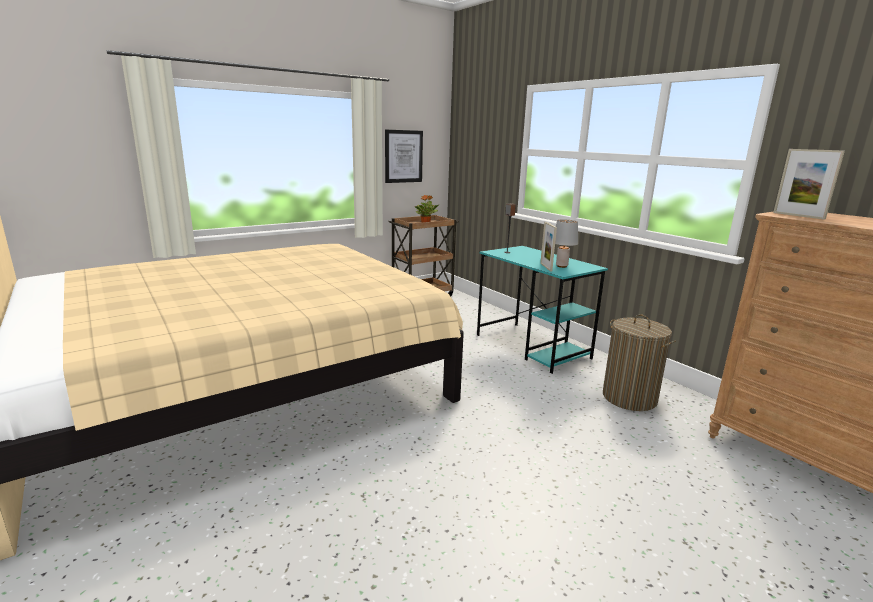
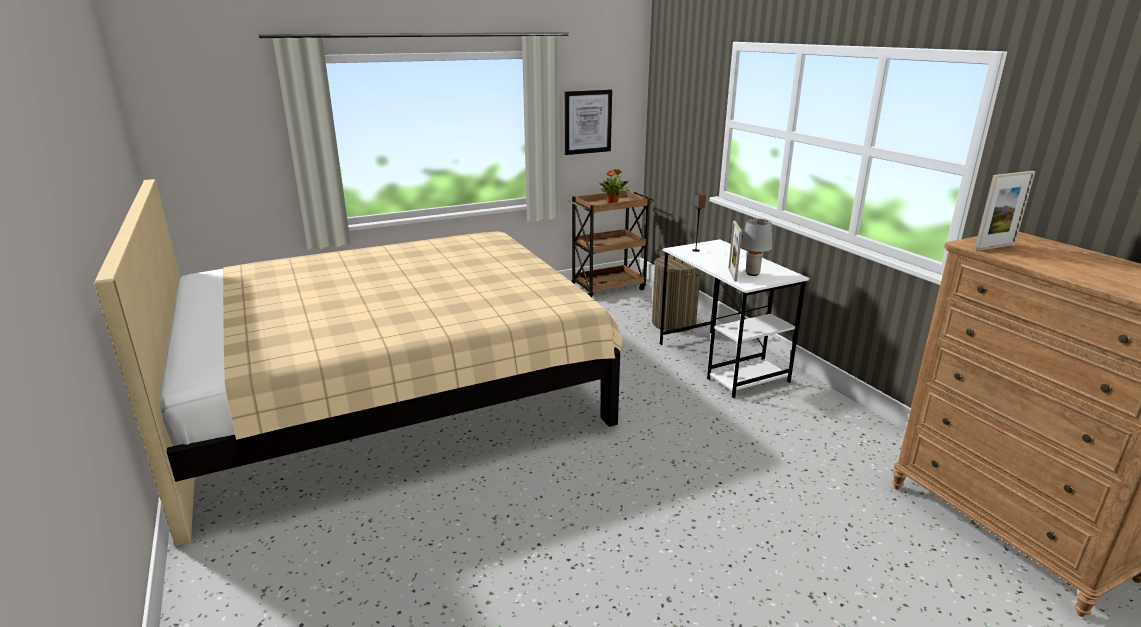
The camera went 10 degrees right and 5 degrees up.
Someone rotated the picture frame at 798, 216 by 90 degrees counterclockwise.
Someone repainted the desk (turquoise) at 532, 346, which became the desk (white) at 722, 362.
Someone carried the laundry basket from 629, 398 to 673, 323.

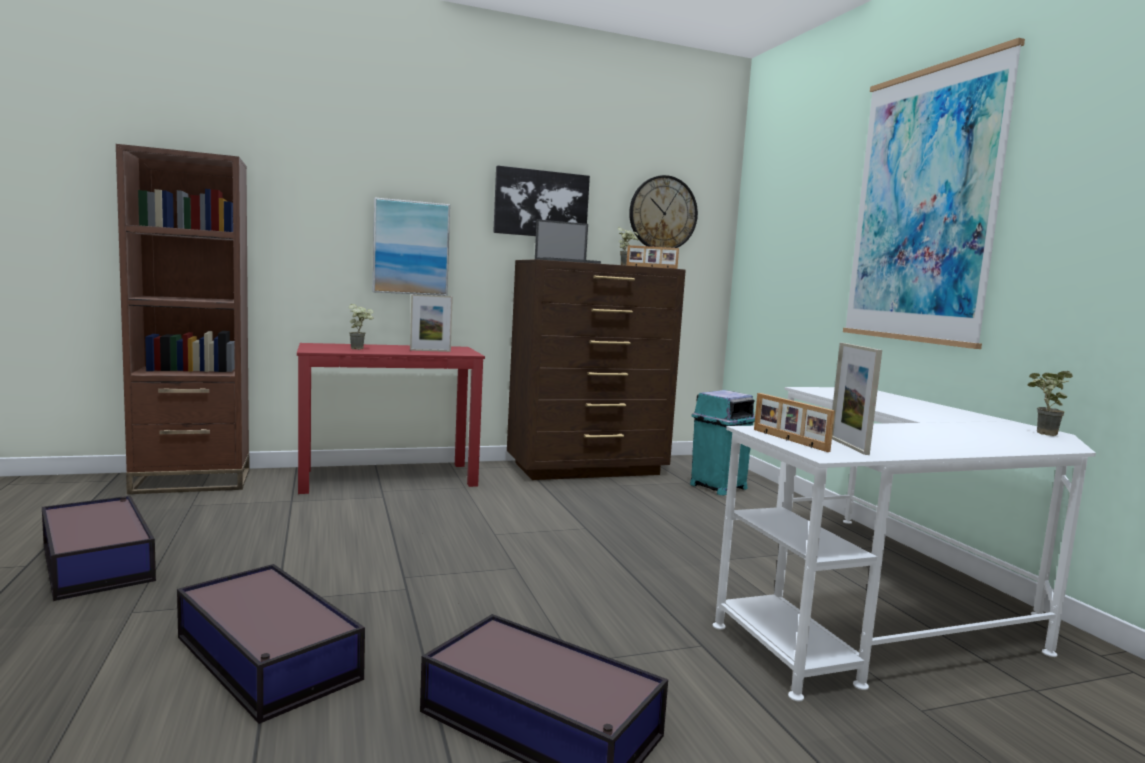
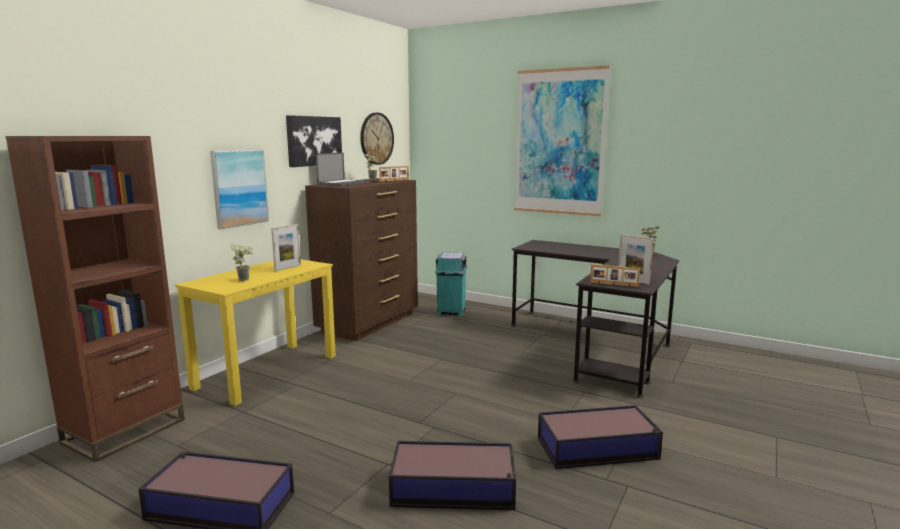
The camera went 40 degrees left and 5 degrees up.
Someone repainted the desk (red) at 389, 477, which became the desk (yellow) at 267, 371.
Someone repainted the desk (white) at 885, 597, which became the desk (black) at 598, 344.

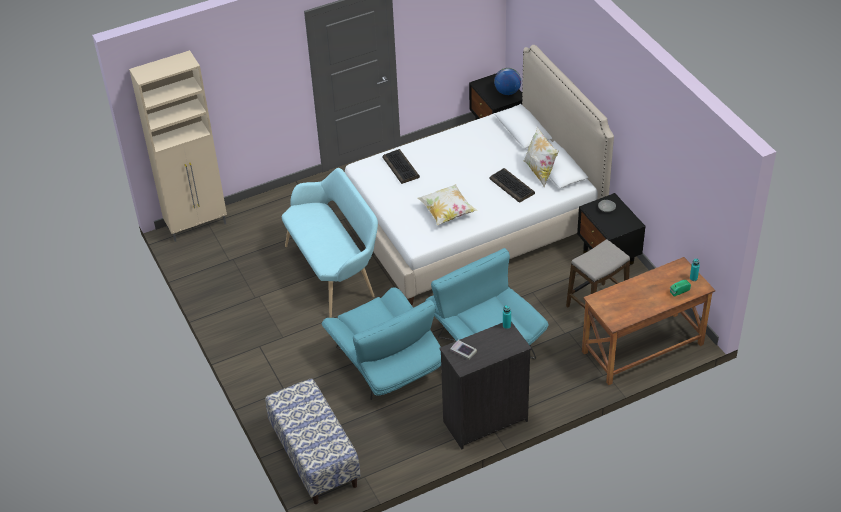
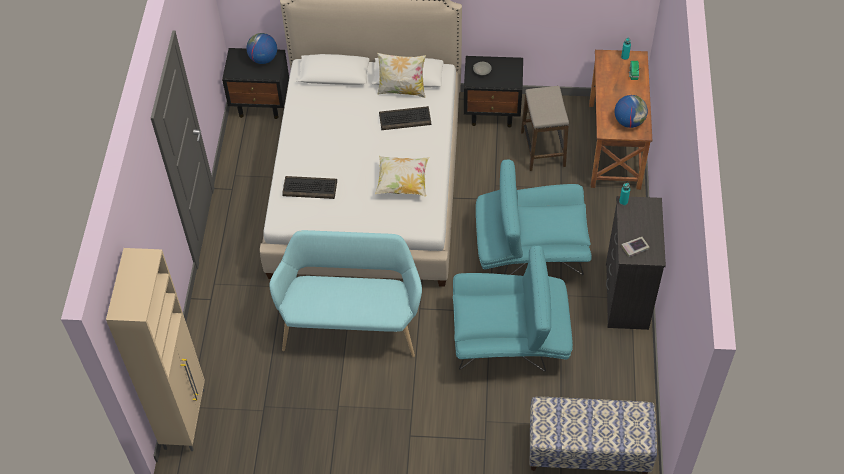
The camera went 60 degrees left and 10 degrees up.
Someone put down the globe at 629, 121.

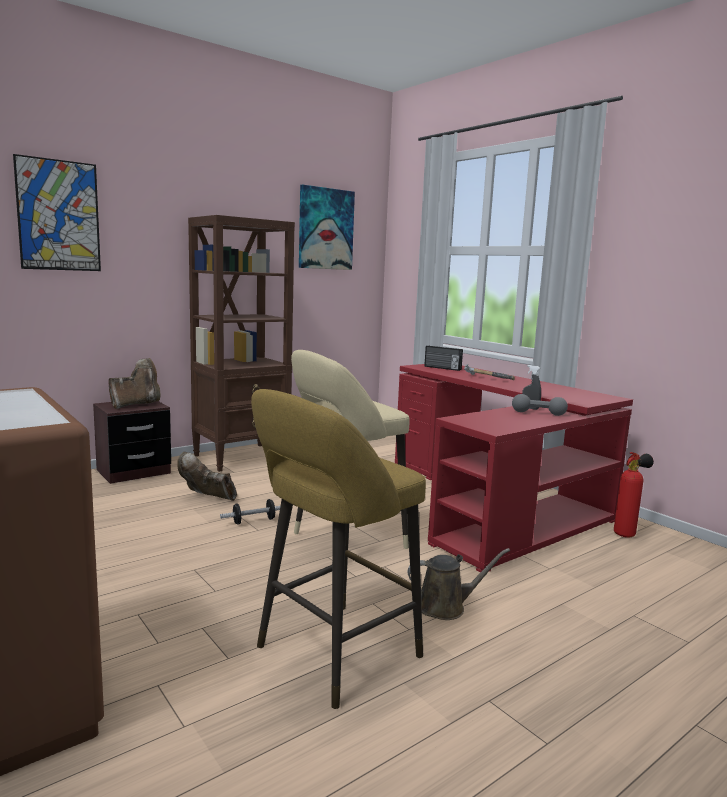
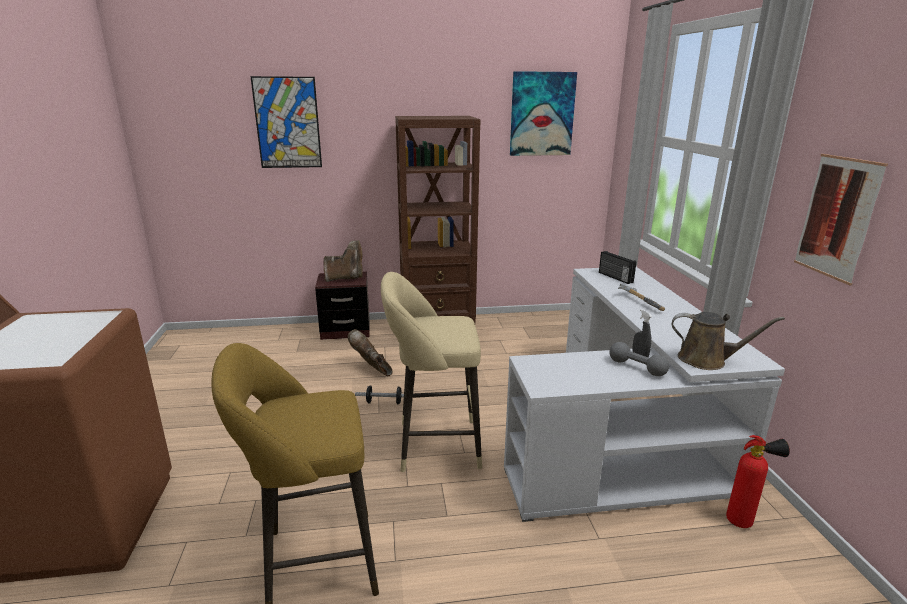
The camera went 30 degrees right and 10 degrees up.
Someone repainted the desk (red) at 495, 503, which became the desk (white) at 624, 436.
Someone carried the watering can (brown) from 445, 606 to 707, 360.
Someone put up the picture at 837, 217.

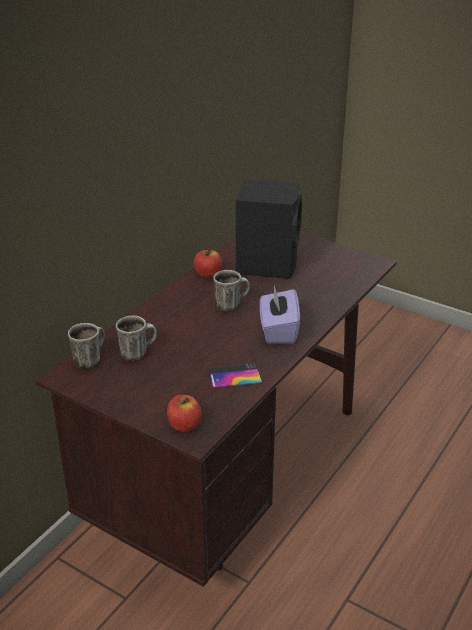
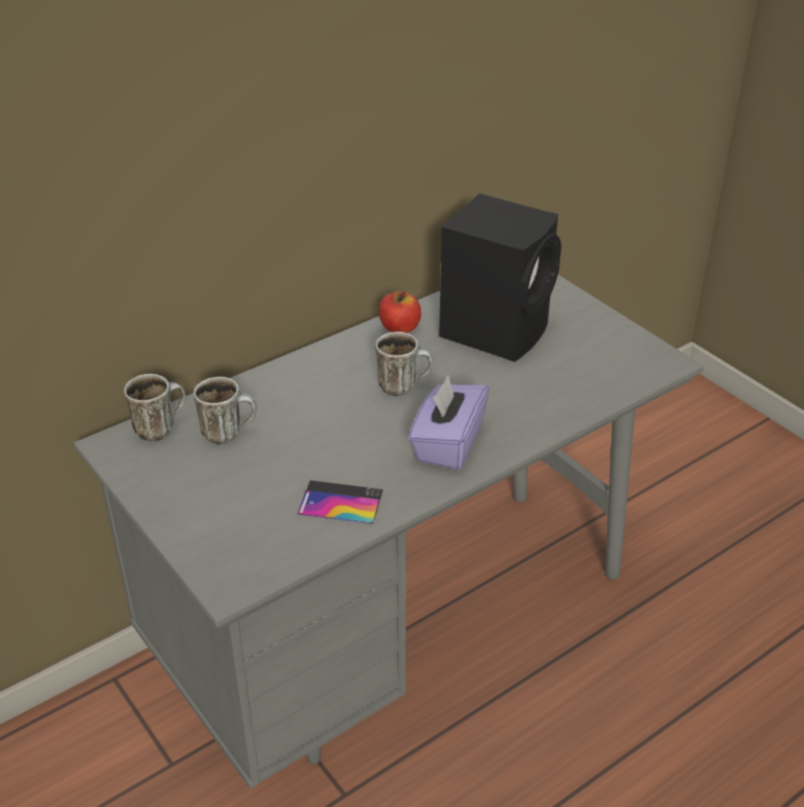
The camera went 20 degrees right and 5 degrees up.
Someone repainted the desk (brown) at 235, 475, which became the desk (grey) at 401, 627.
Someone took away the apple at 184, 425.

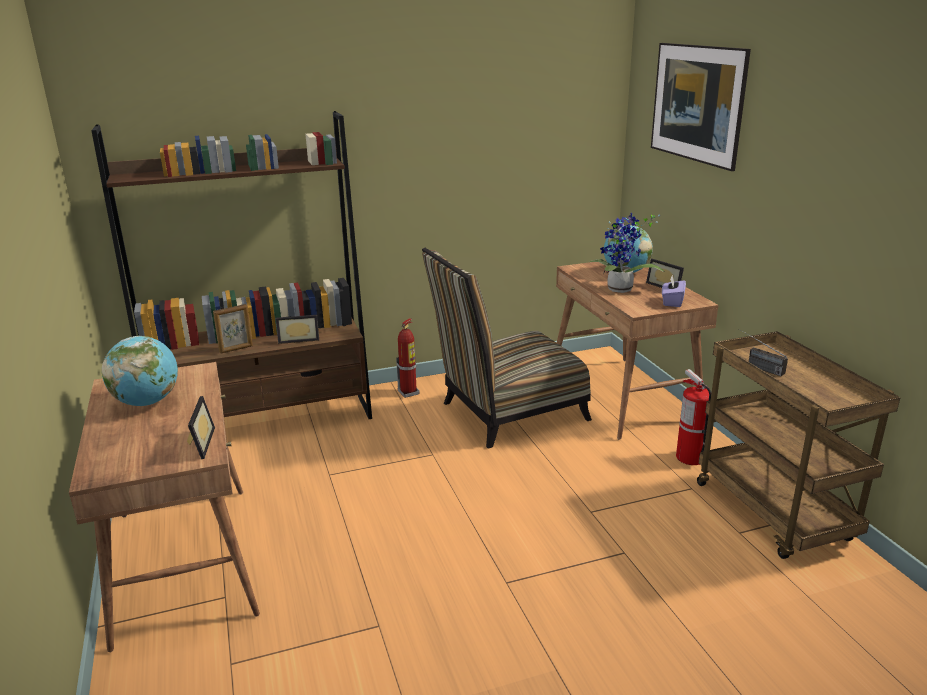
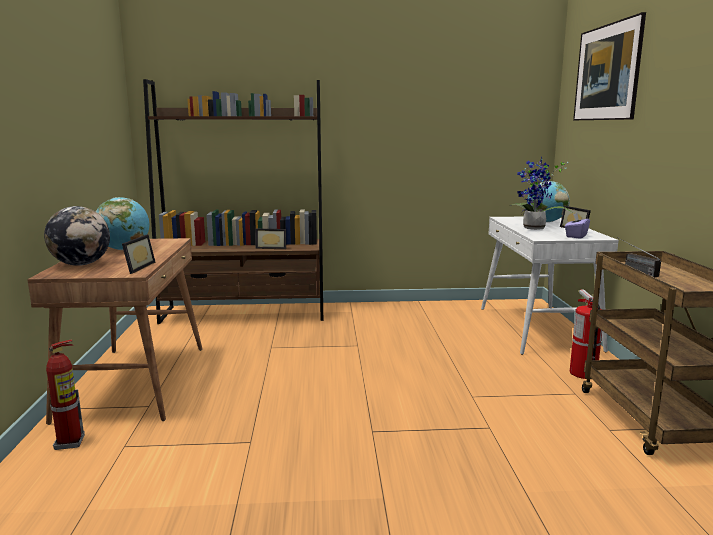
The camera went 15 degrees right and 10 degrees down.
Someone took away the chair at 506, 413.
Someone repainted the desk (brown) at 623, 396, which became the desk (white) at 538, 329.
Someone took away the picture frame at 236, 349.
Someone carried the fire extinguisher from 409, 392 to 70, 442.
Someone put down the globe at 81, 264.

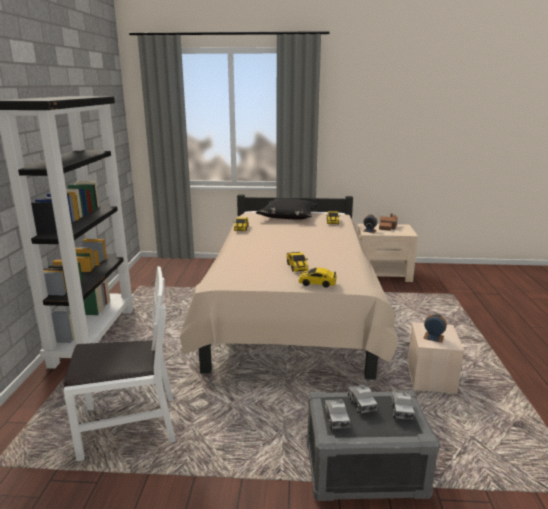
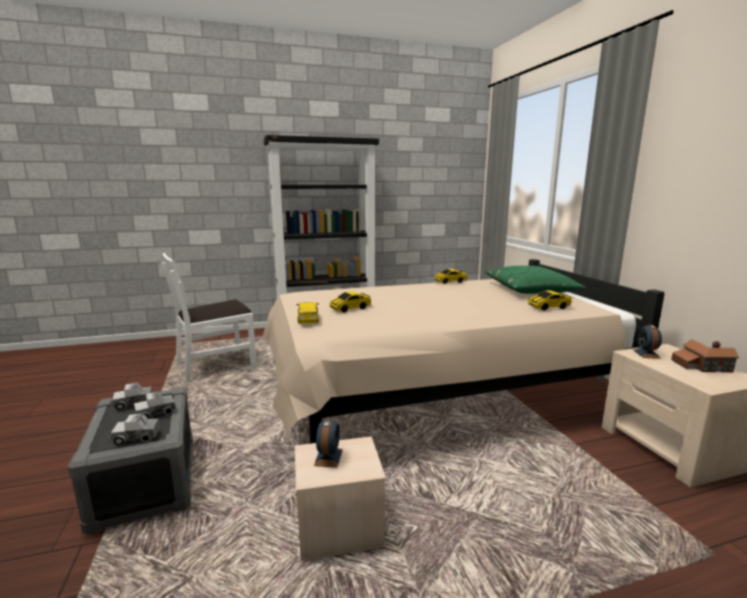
The camera went 70 degrees right and 5 degrees down.
Someone repainted the pillow (black) at 288, 216, which became the pillow (green) at 530, 290.
Someone rotated the chair (white) at 128, 426 by 90 degrees clockwise.

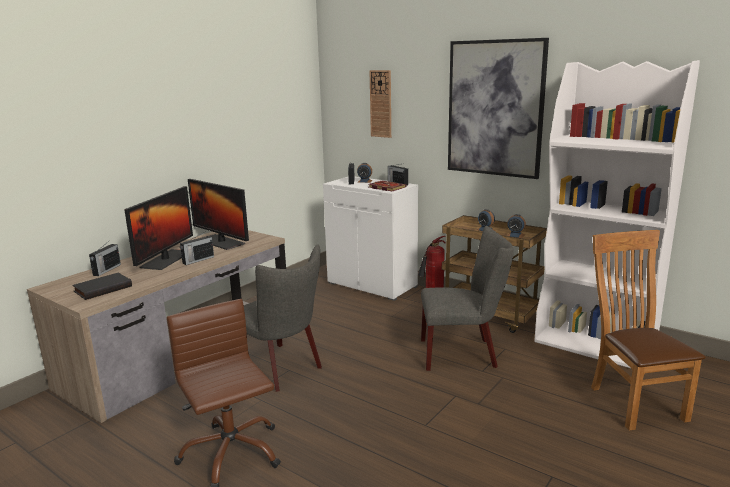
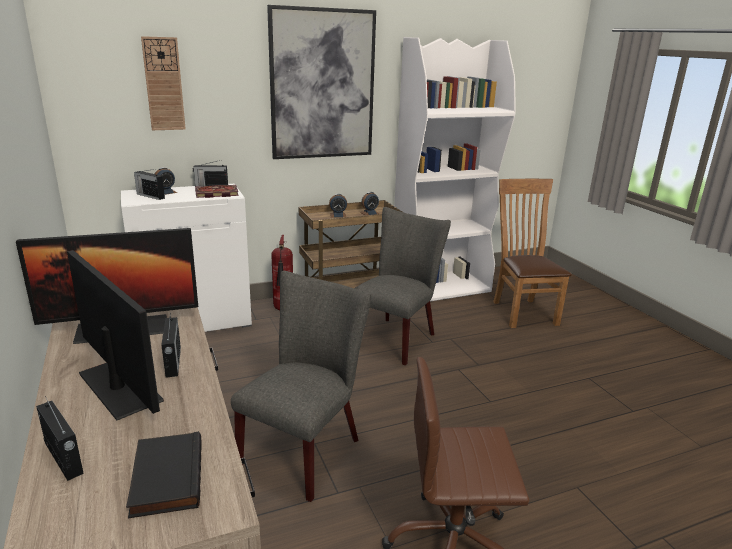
The camera went 60 degrees left and 5 degrees up.
Someone rotated the chair (brown) at 632, 401 by 60 degrees clockwise.
Someone rotated the chair (grey) at 281, 369 by 45 degrees counterclockwise.

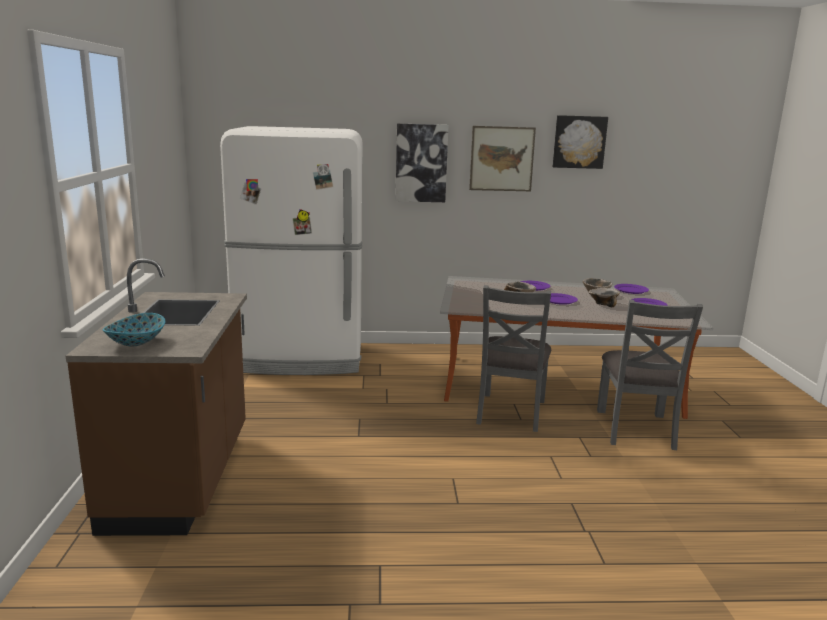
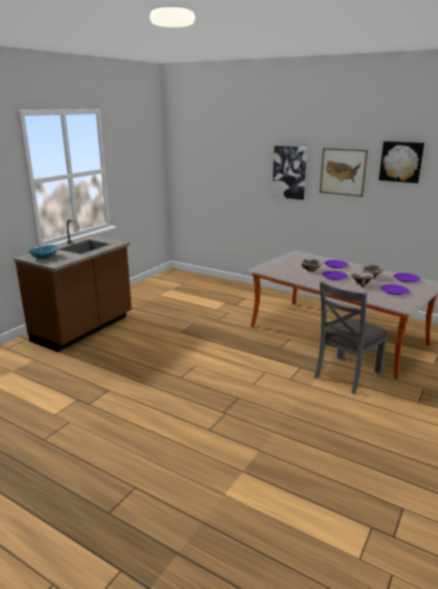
The camera went 35 degrees right and 5 degrees up.
Someone took away the fridge (white) at 300, 358.
Someone took away the chair (grey) at 510, 412.

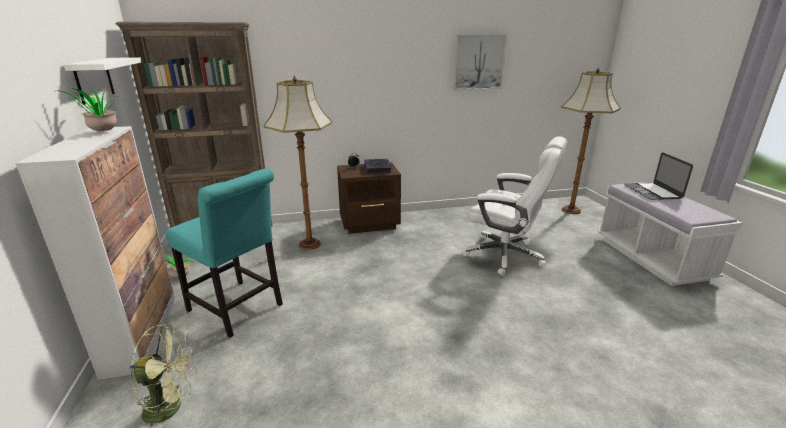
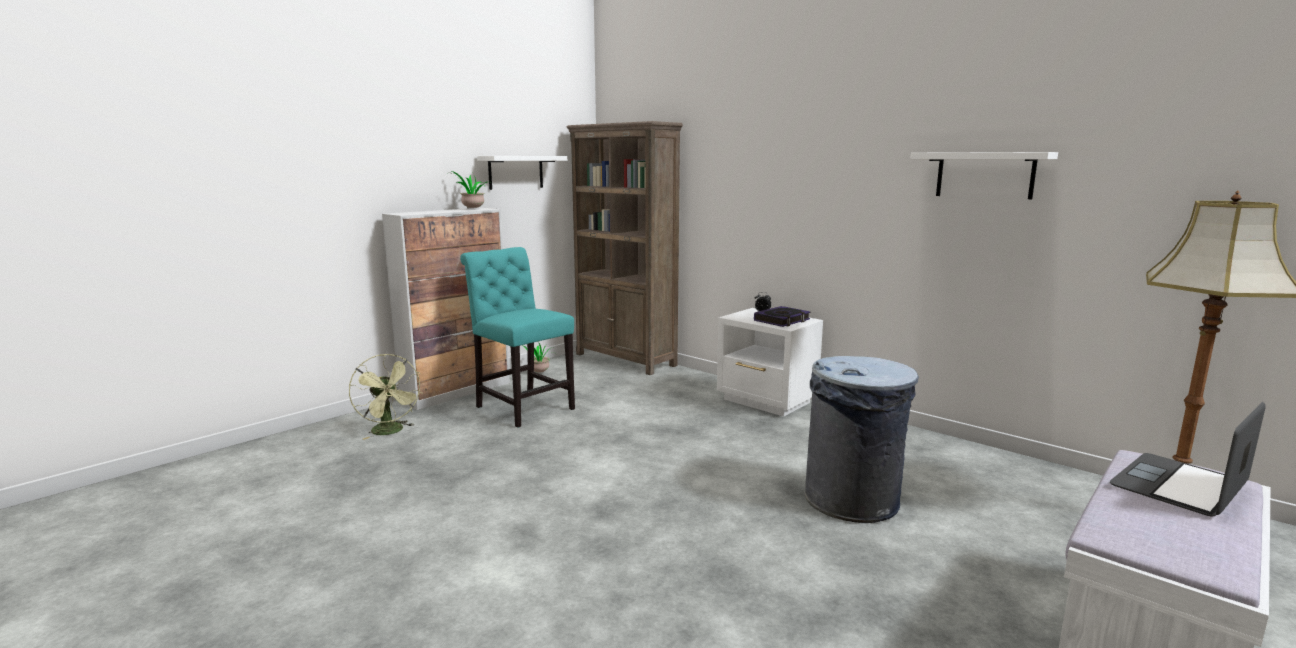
The camera went 55 degrees right and 10 degrees down.
Someone swapped the picture at 478, 62 for the shelf (white) at 984, 175.
Someone took away the floor lamp at 309, 244.
Someone swapped the office chair (white) at 506, 255 for the trash can (grey) at 852, 501.
Someone repainted the nightstand (brown) at 370, 224, which became the nightstand (white) at 767, 401.
Someone rotated the chair (turquoise) at 238, 310 by 135 degrees clockwise.

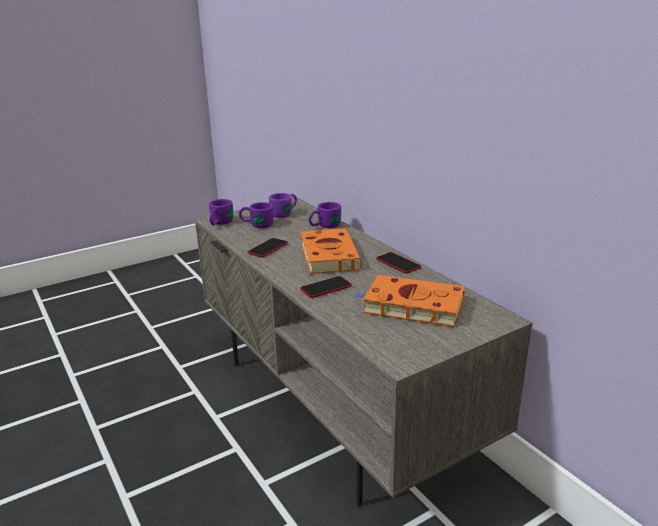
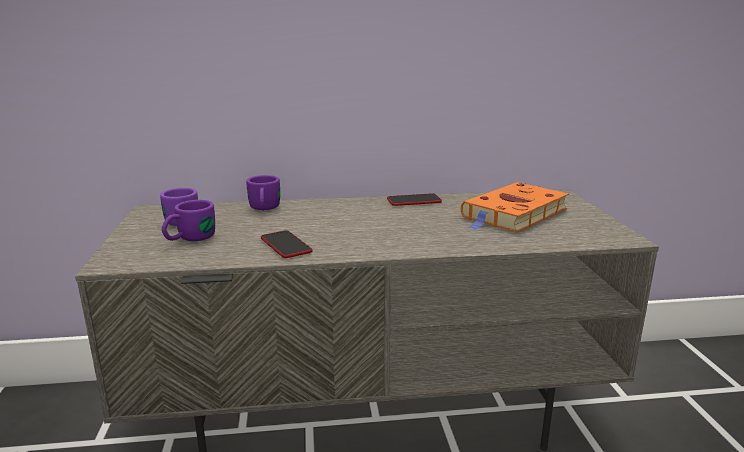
The camera went 65 degrees left and 5 degrees down.
Someone took away the mug (purple) at 219, 223.
Someone took away the book (orange) at 328, 255.
Someone took away the phone at 326, 288.

